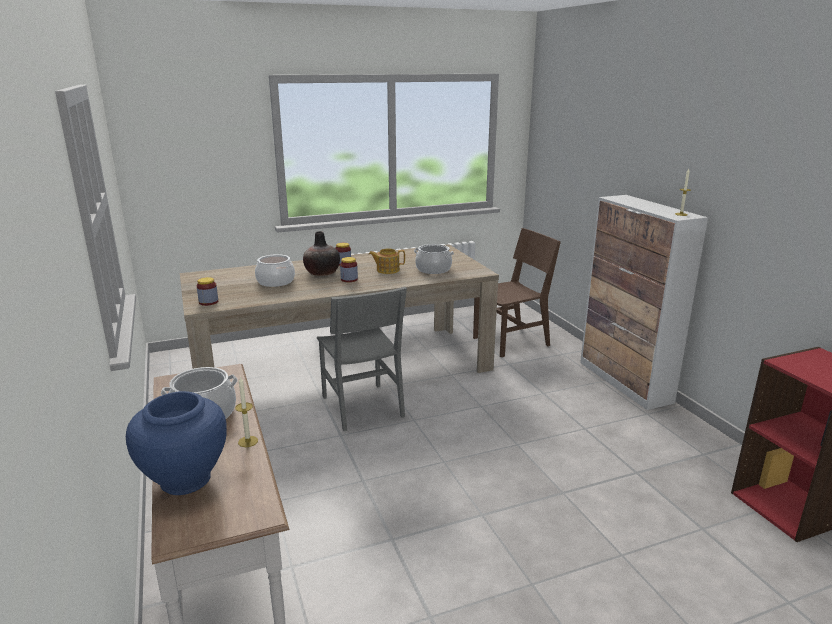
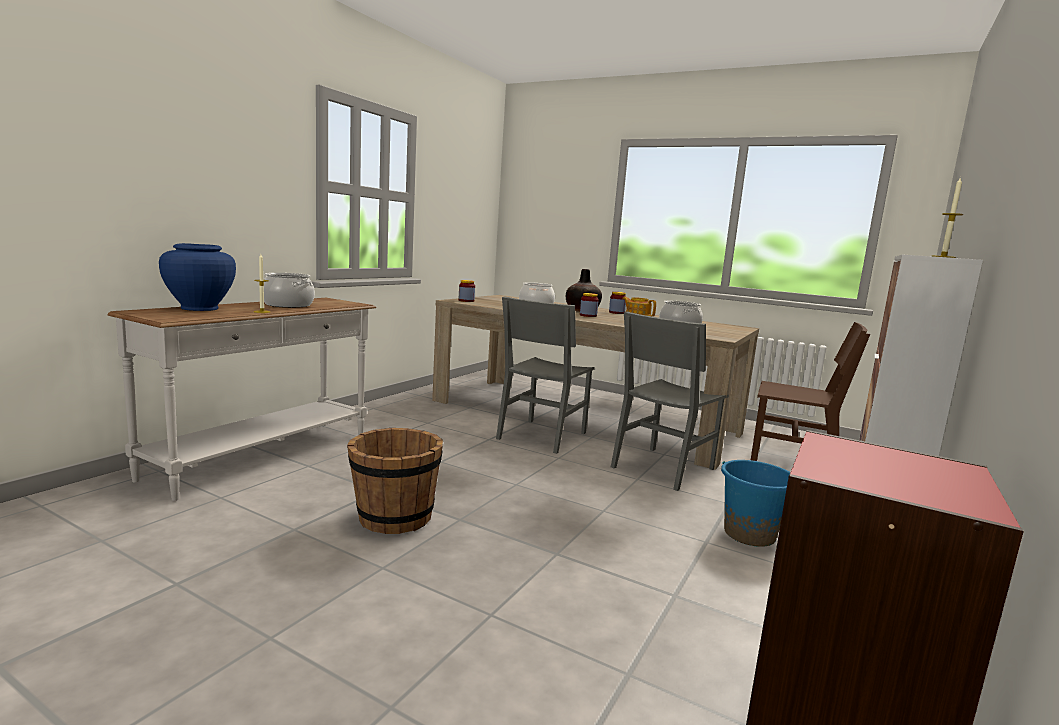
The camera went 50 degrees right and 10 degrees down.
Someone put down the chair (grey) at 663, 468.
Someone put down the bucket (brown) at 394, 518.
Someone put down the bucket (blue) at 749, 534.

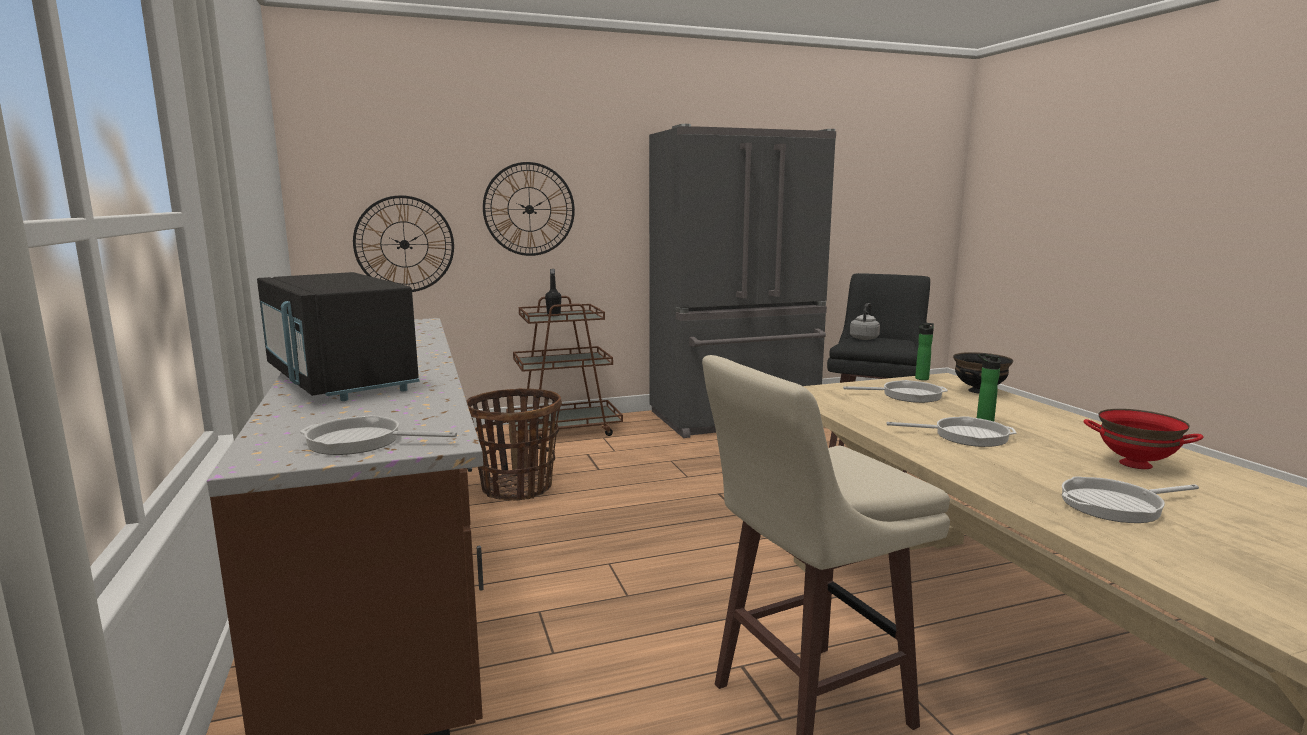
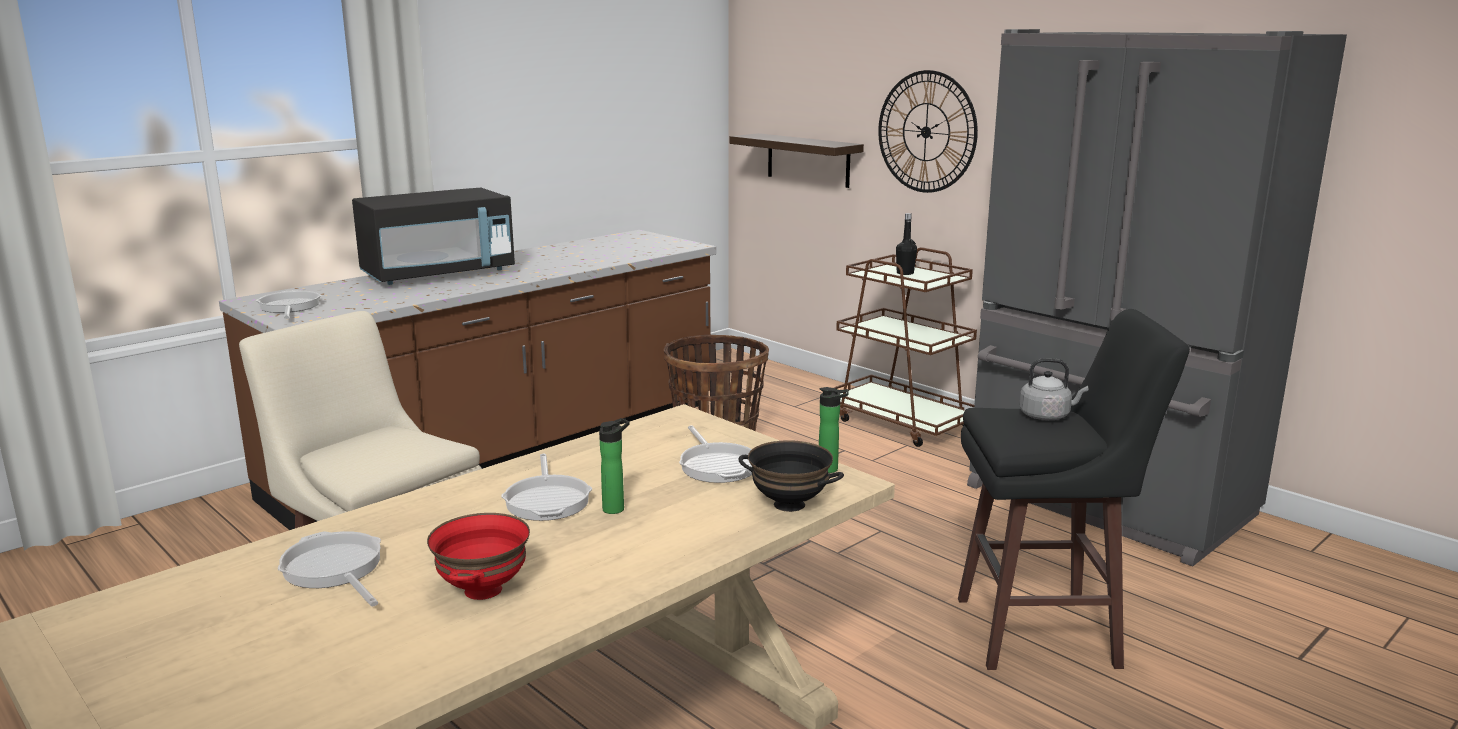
The camera went 65 degrees right and 5 degrees up.
Someone swapped the wall clock at 404, 244 for the shelf at 808, 160.
Someone rotated the microwave (black) at 340, 381 by 150 degrees counterclockwise.

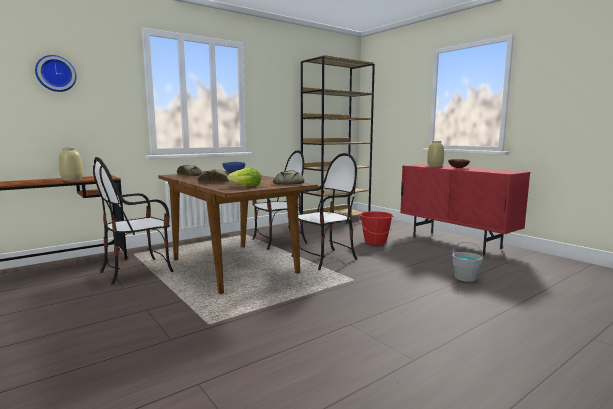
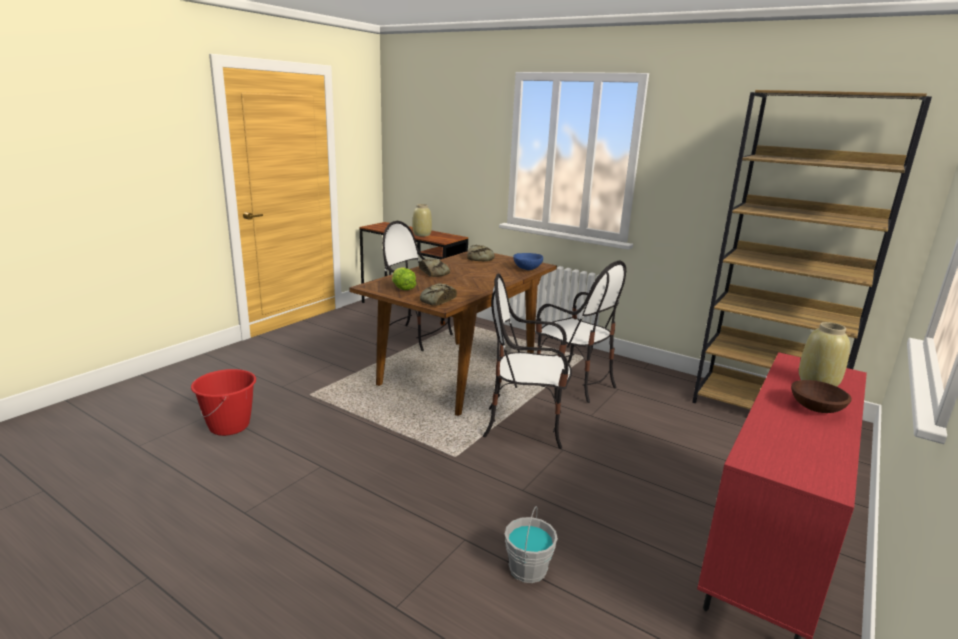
The camera went 70 degrees right and 10 degrees up.
Someone took away the wall clock at 55, 74.
Someone rotated the chair at 324, 259 by 150 degrees clockwise.
Someone carried the bucket (red) from 375, 242 to 230, 426.

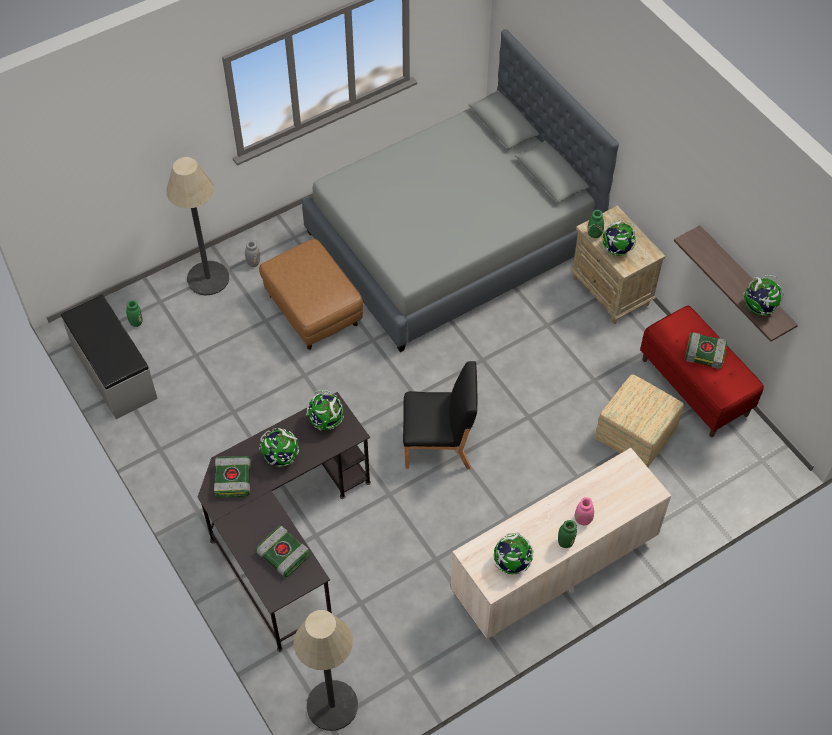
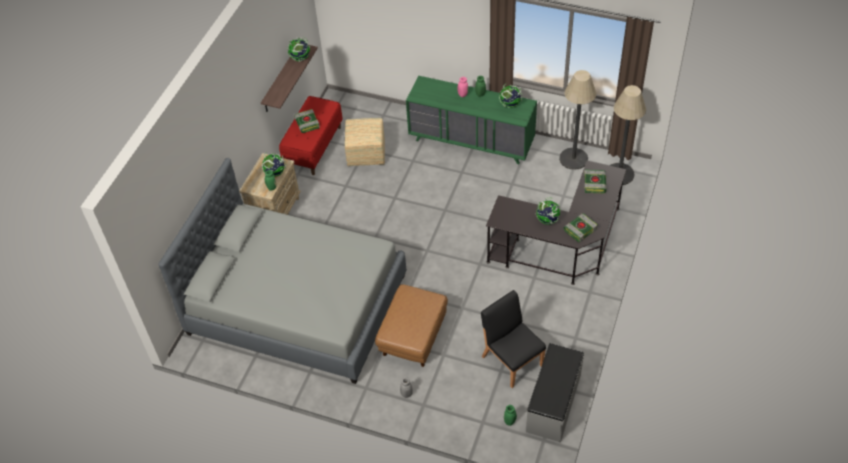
The camera went 125 degrees left and 5 degrees down.
Someone carried the floor lamp from 208, 278 to 573, 158.
Someone carried the chair (black) from 439, 444 to 512, 360.
Someone took away the globe at 326, 421.
Someone repainted the dresser (beige) at 554, 569, which became the dresser (green) at 471, 141.

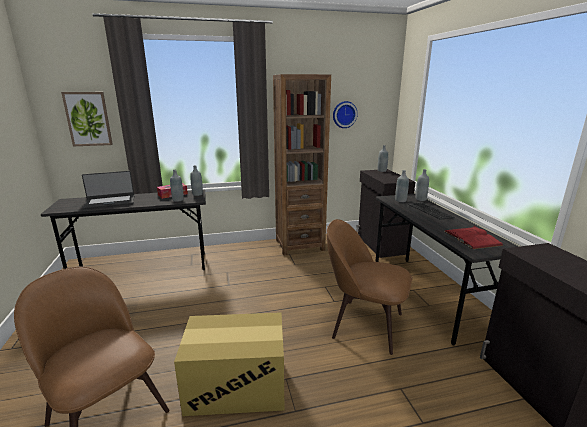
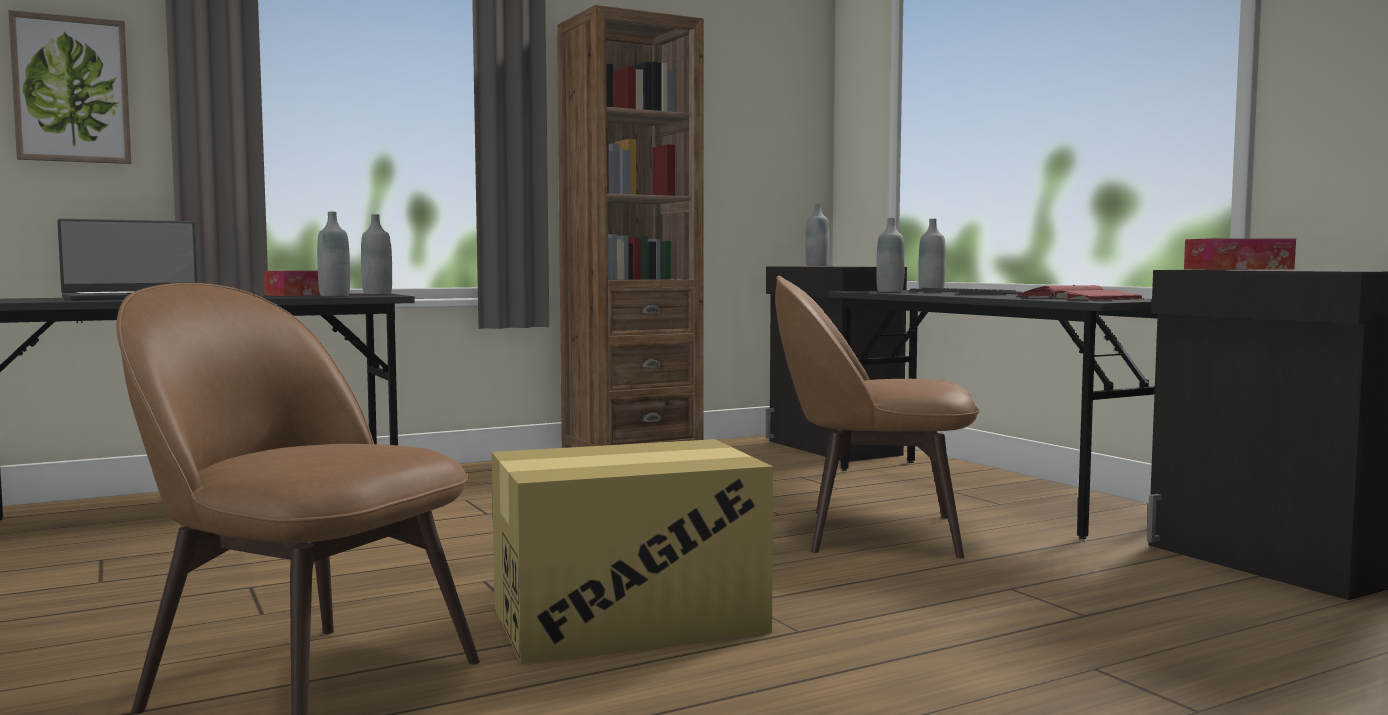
The camera went 15 degrees left and 15 degrees down.
Someone took away the wall clock at 344, 114.
Someone put down the tissue box at 1238, 269.

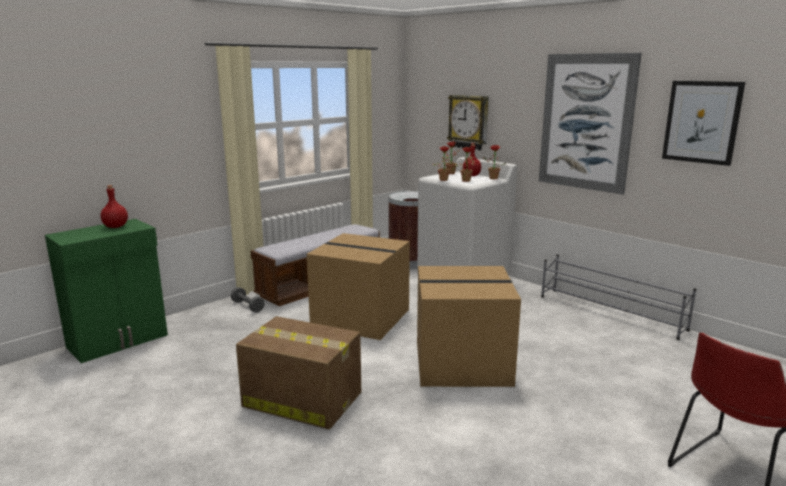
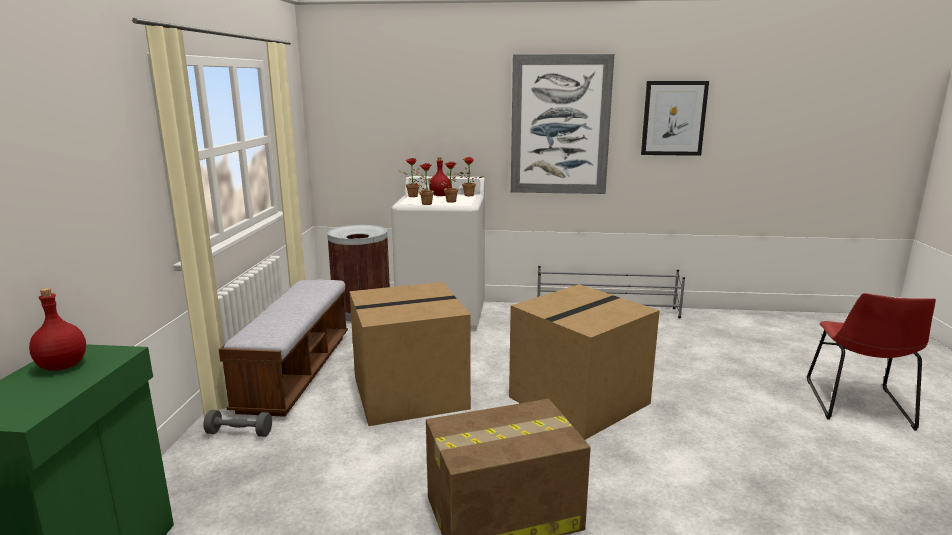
The camera went 40 degrees left and 0 degrees up.
Someone took away the wall clock at 468, 122.

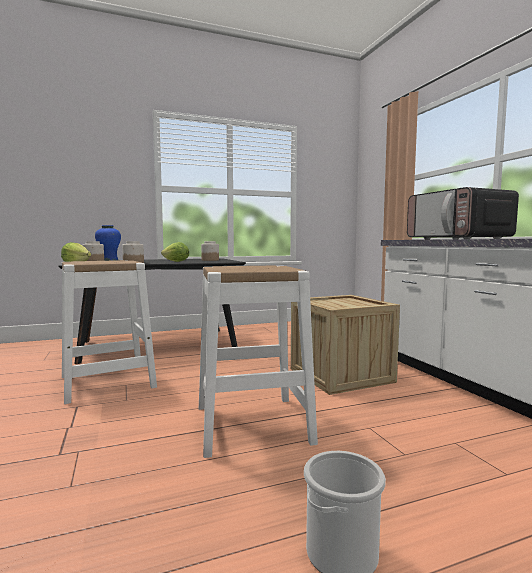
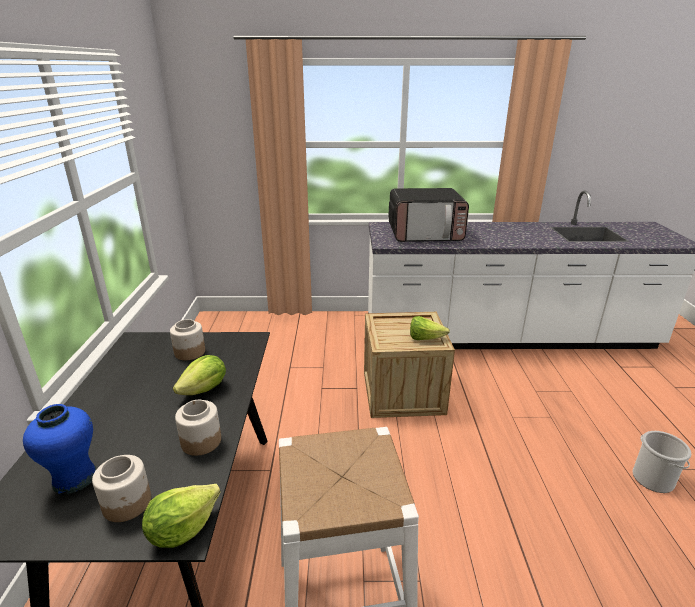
The camera went 70 degrees left and 20 degrees up.
Someone took away the stool (white) at 252, 424.
Someone put down the lettuce at 425, 338.

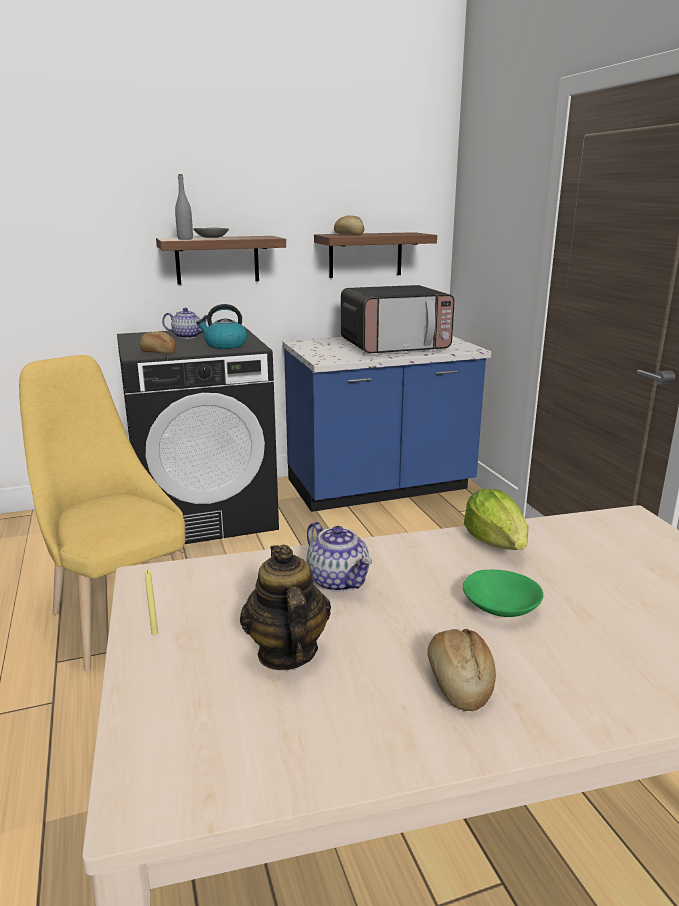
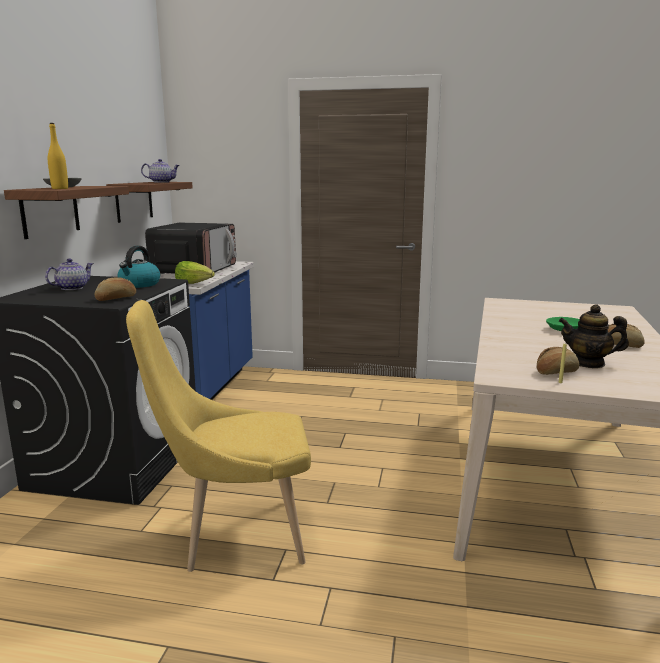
The camera went 60 degrees left and 5 degrees down.
Someone repainted the bottle (grey) at 185, 239, which became the bottle (yellow) at 60, 188.
Someone carried the bread from 349, 234 to 556, 372.
Someone carried the lettuce from 497, 543 to 194, 283.
Someone carried the teapot from 339, 580 to 162, 182.

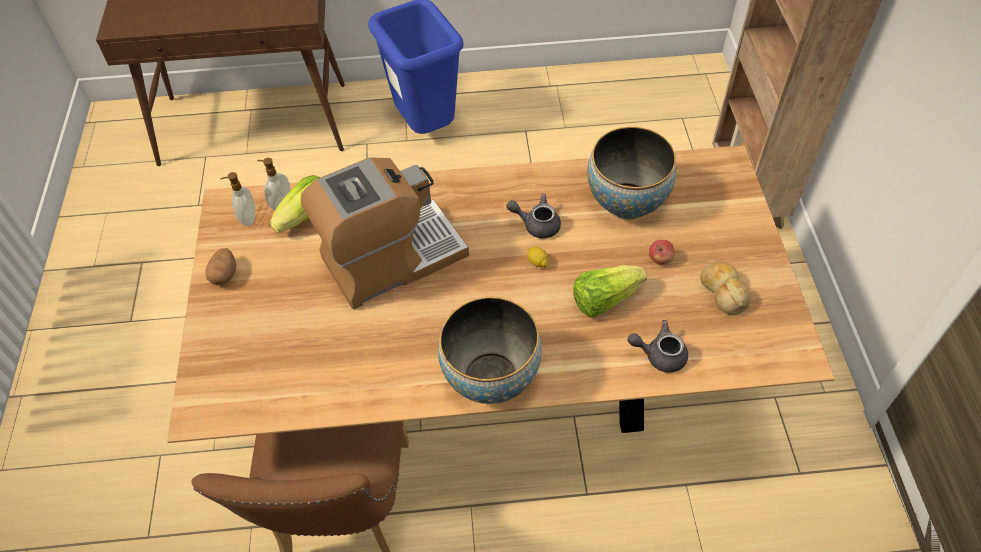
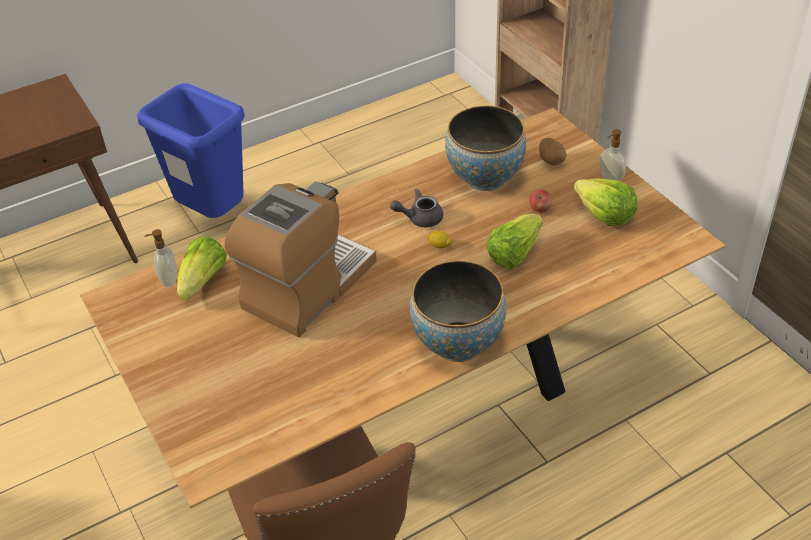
The camera went 25 degrees left and 10 degrees down.
Someone carried the soap dispenser from 247, 218 to 610, 179.
Someone carried the potato from 224, 274 to 551, 160.
Someone swapped the bread at 723, 292 for the lettuce at 604, 215.
Someone took away the teapot (grey) at 659, 355.

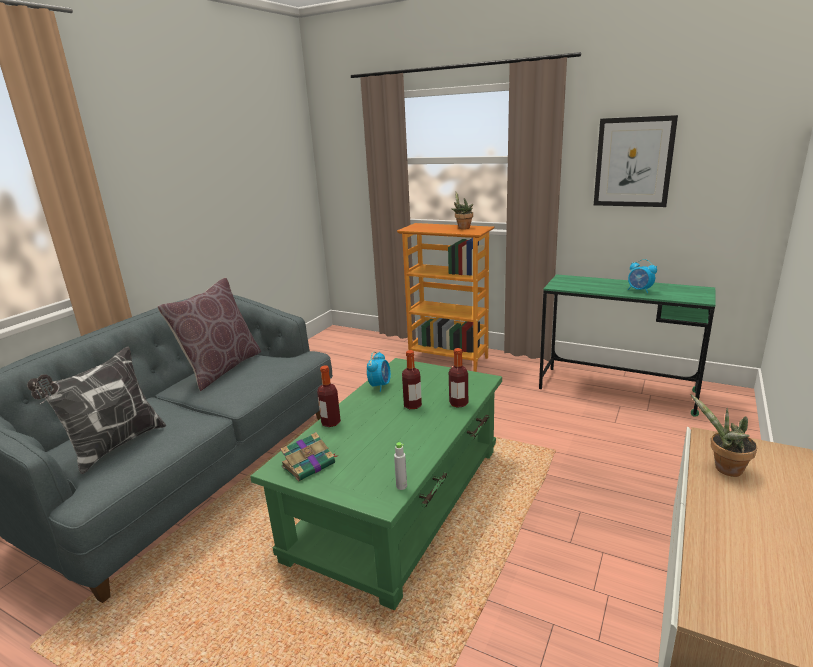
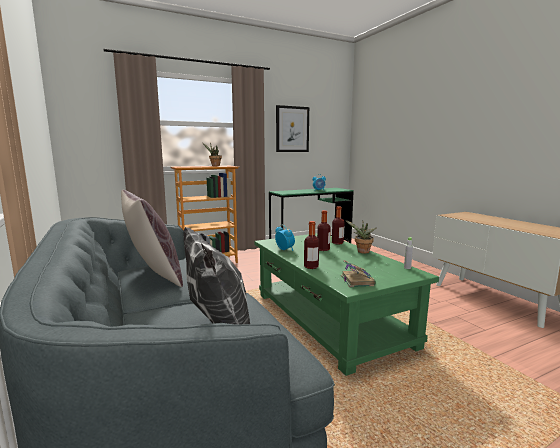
The camera went 55 degrees left and 10 degrees down.
Someone carried the potted plant from 724, 469 to 362, 252.

